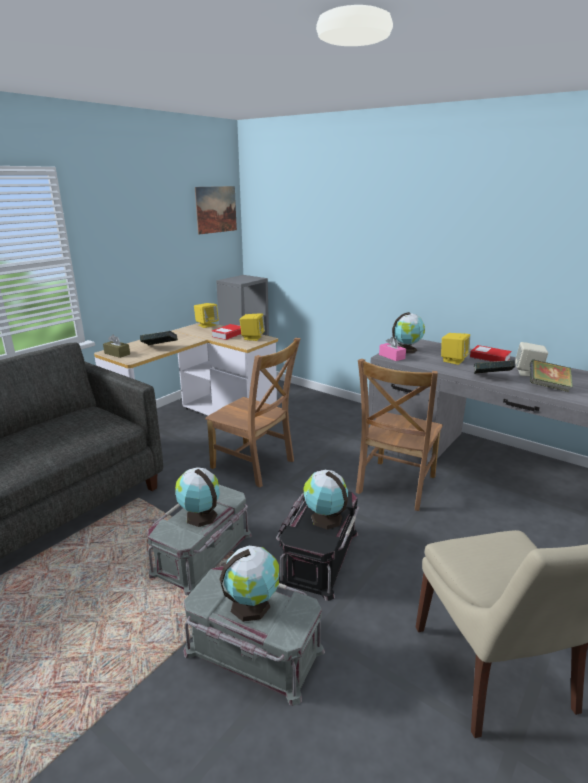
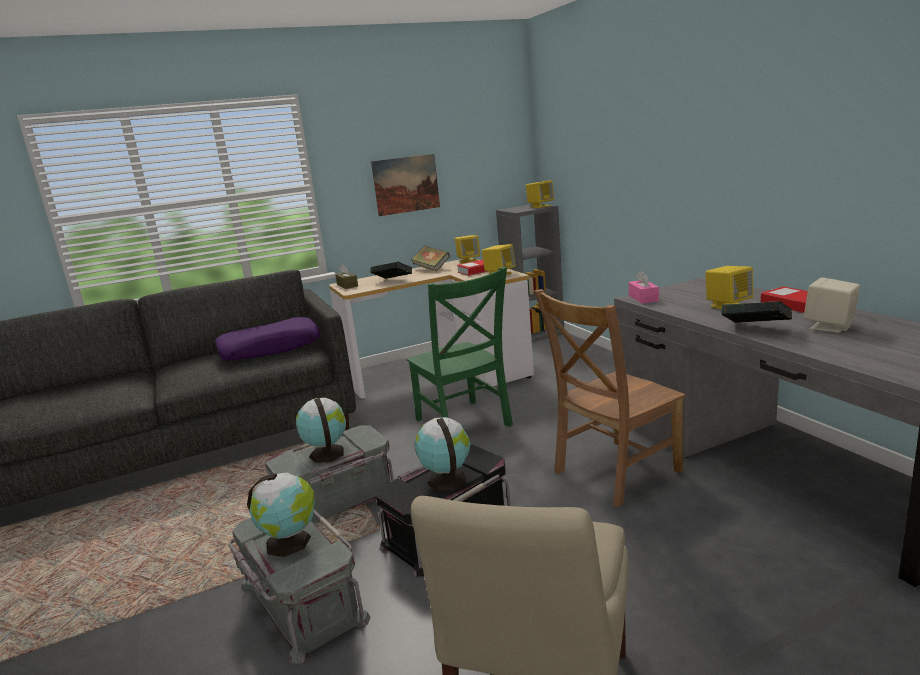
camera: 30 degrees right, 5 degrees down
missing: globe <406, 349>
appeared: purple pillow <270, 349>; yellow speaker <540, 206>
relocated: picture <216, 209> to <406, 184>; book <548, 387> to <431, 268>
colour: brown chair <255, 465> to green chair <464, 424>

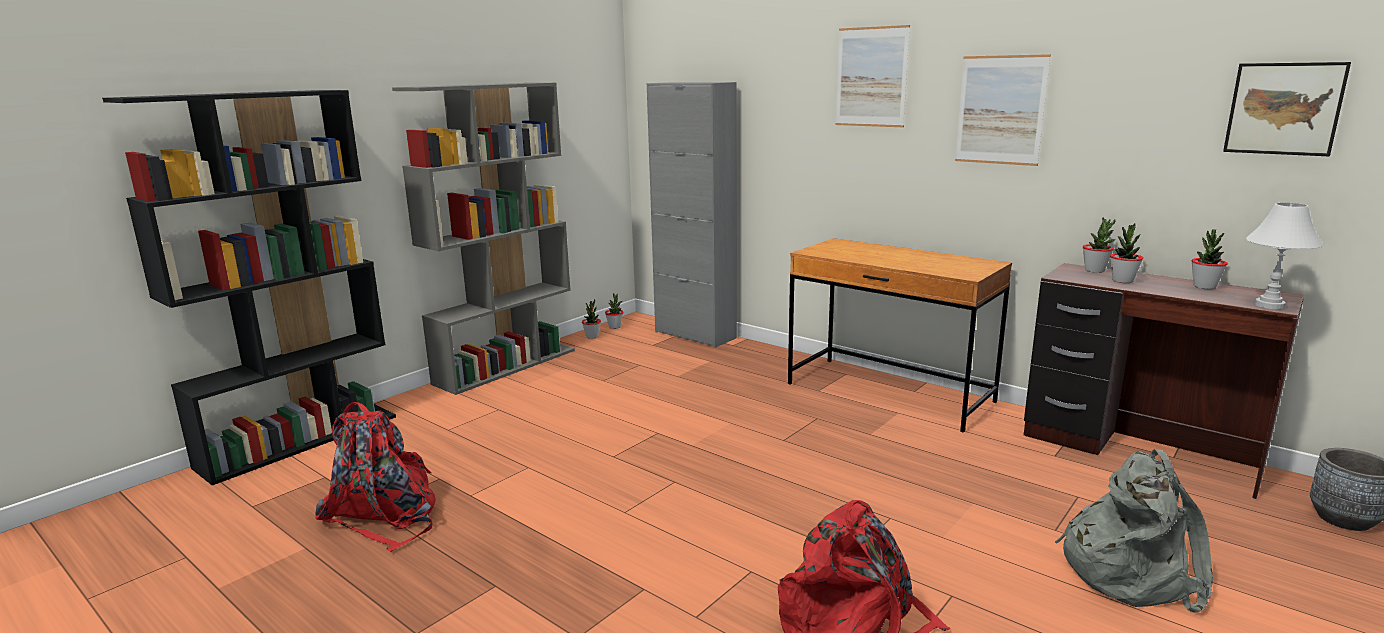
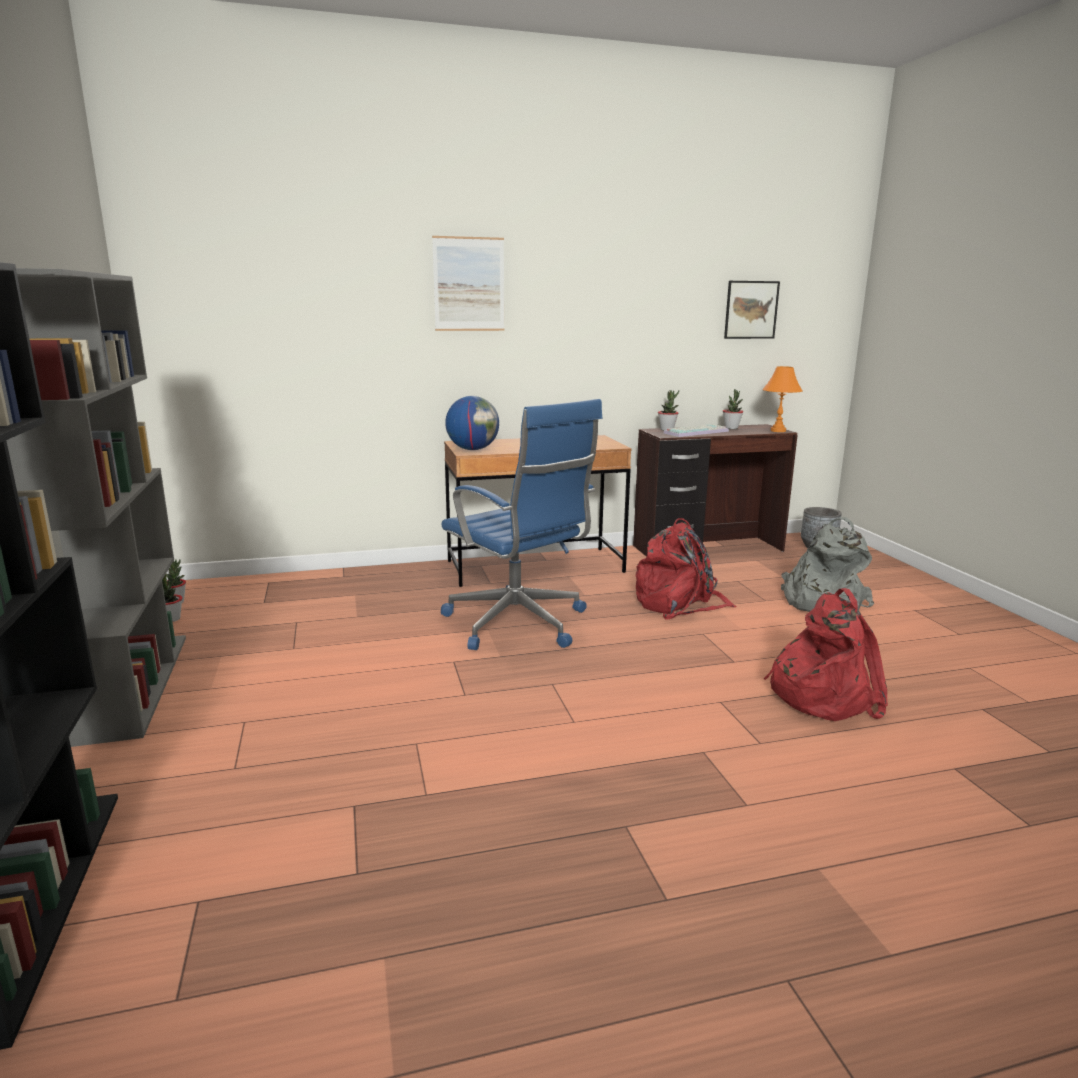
camera: 55 degrees left, 0 degrees up
missing: grey cabinet <695, 335>; picture <1000, 110>
appeared: blue office chair <518, 624>; globe <473, 449>
relocated: red backpack <385, 515> to <679, 604>
exchanged: potted plant <1122, 281> to keyboard <696, 432>
colour: white table lamp <1269, 305> to orange table lamp <778, 431>

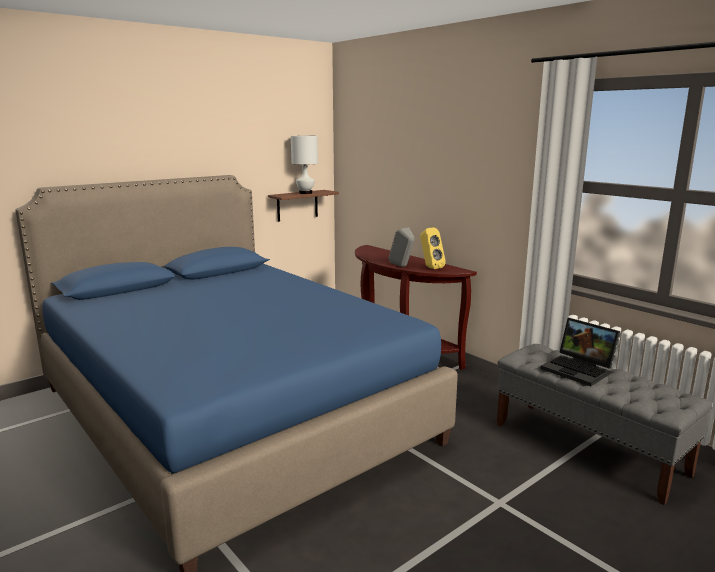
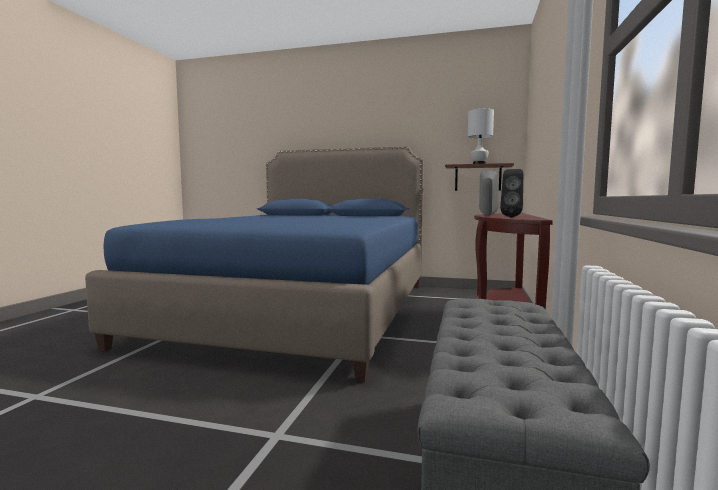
camera: 55 degrees right, 10 degrees down
missing: laptop <579, 370>
colour: yellow speaker <430, 268> to black speaker <511, 217>

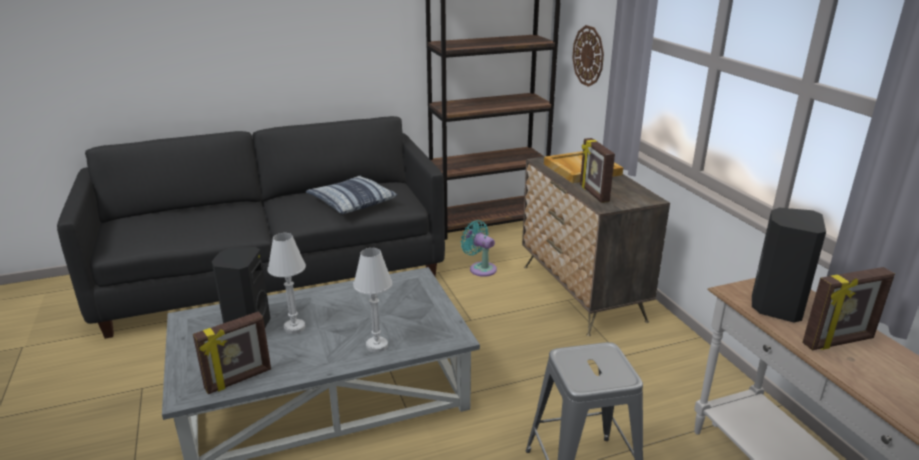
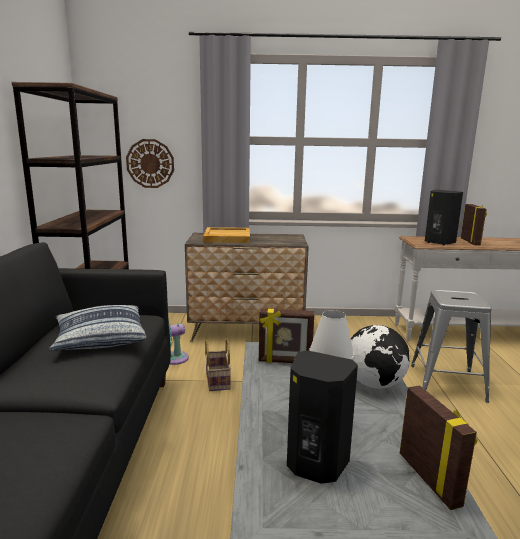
camera: 70 degrees left, 10 degrees down
appeared: basket <216, 380>
relocated: picture frame <593, 193> to <285, 361>
exchanged: white table lamp <377, 345> to globe <375, 384>

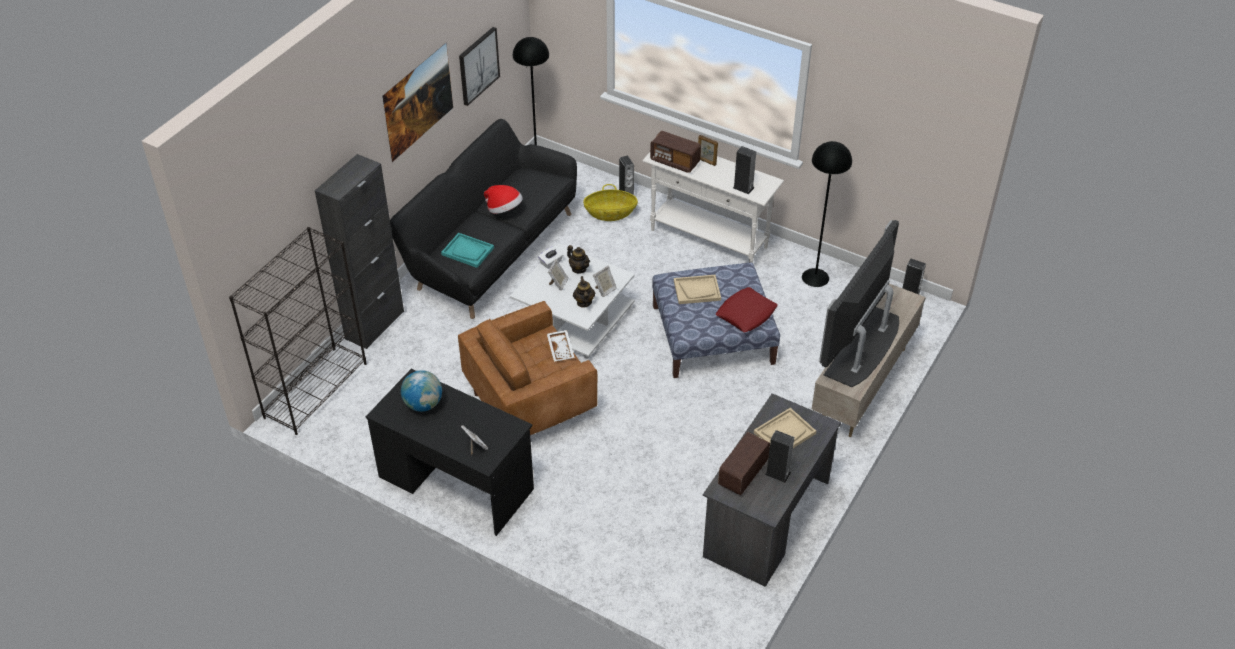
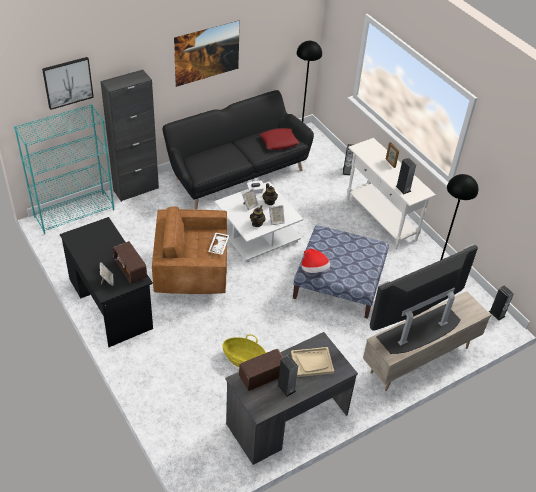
camera: 25 degrees right, 0 degrees up
missing: globe <423, 404>; turquoise tray <468, 251>; beige tray <697, 290>
relocated: picture <478, 65> to <68, 82>; hat <504, 209> to <314, 269>; basket <610, 213> to <244, 360>; radio <675, 162> to <130, 270>; red pillow <746, 314> to <279, 142>
colour: black bookcase <316, 389> to turquoise bookcase <75, 213>

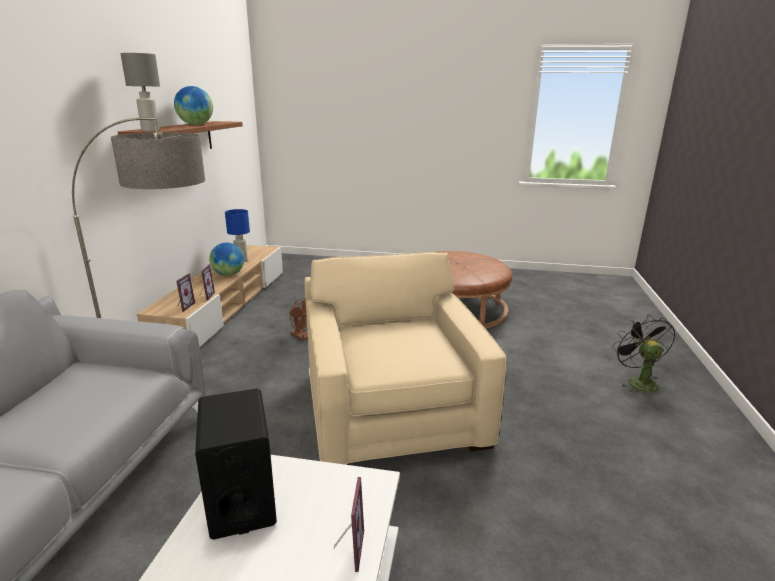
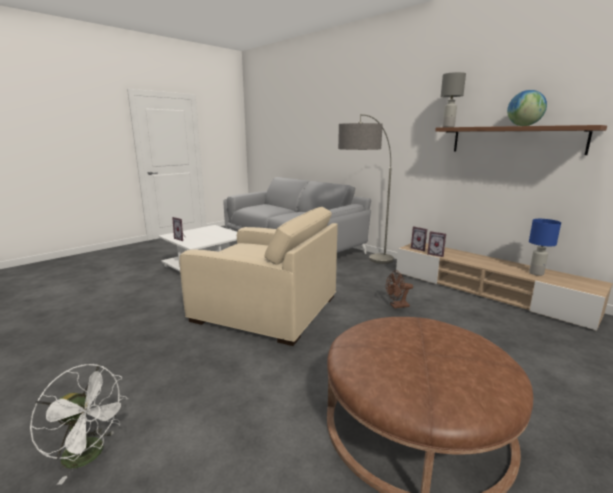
camera: 125 degrees right, 5 degrees down
missing: black speaker <241, 500>; globe <228, 274>
colour: black fan <637, 381> to white fan <90, 455>

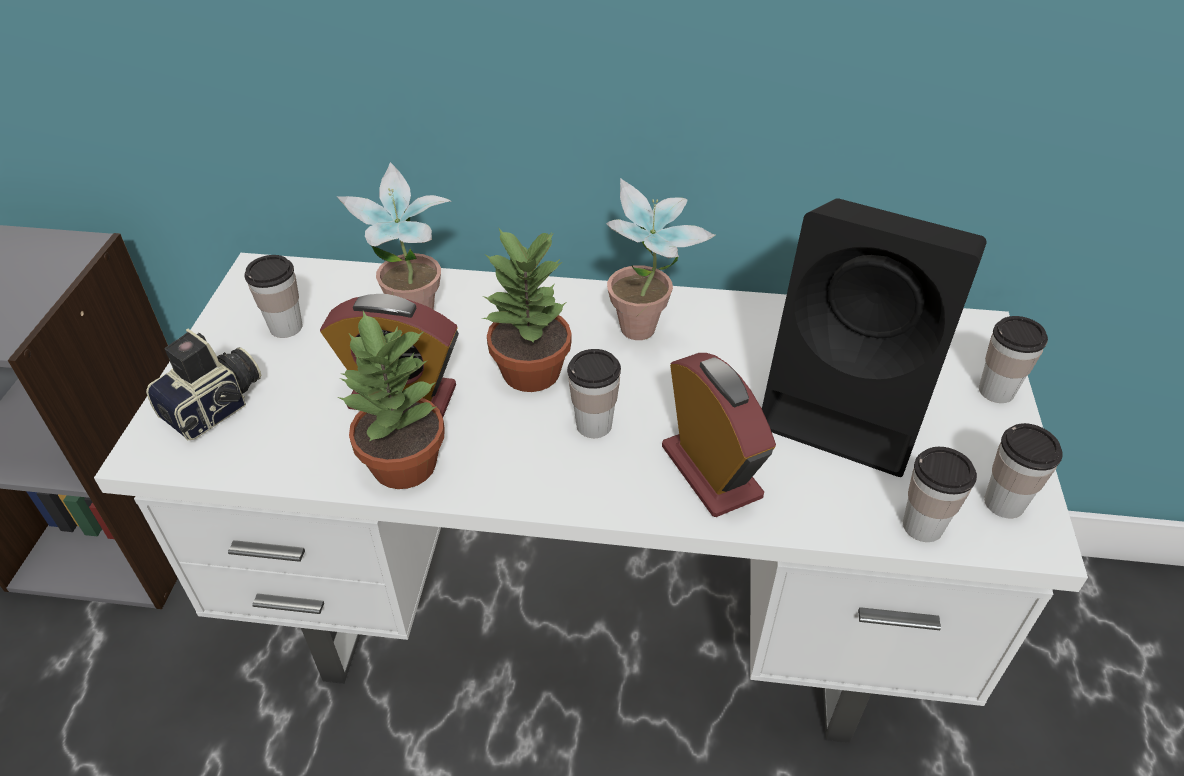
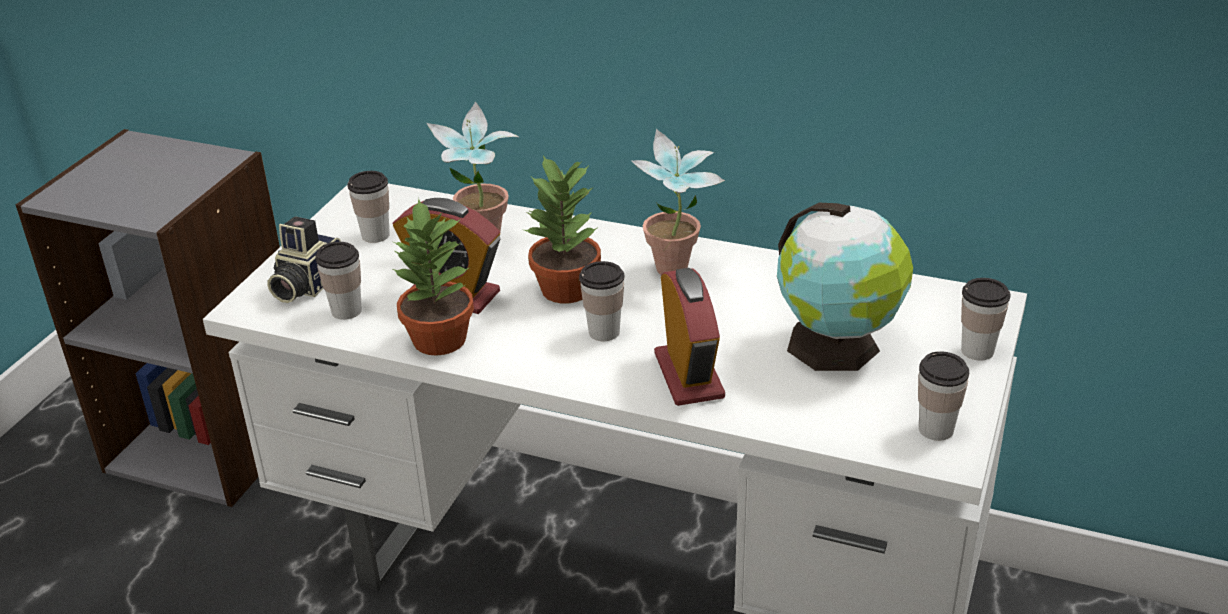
camera: 15 degrees right, 10 degrees down
relocated: cup <922, 526> to <346, 311>
exchanged: black speaker <853, 407> to globe <837, 346>
spun: photo camera <216, 408> = <305, 284> 150 degrees clockwise

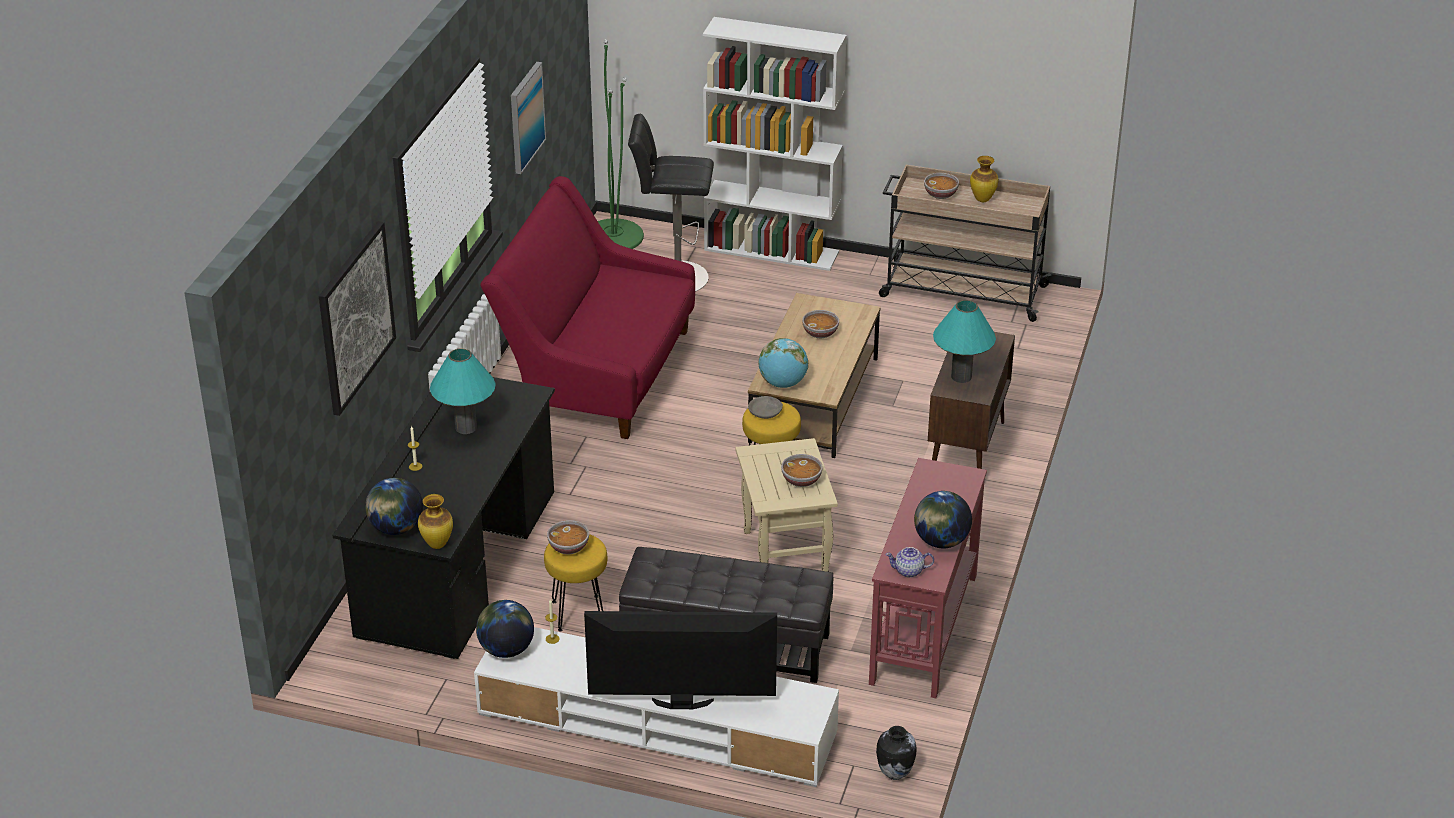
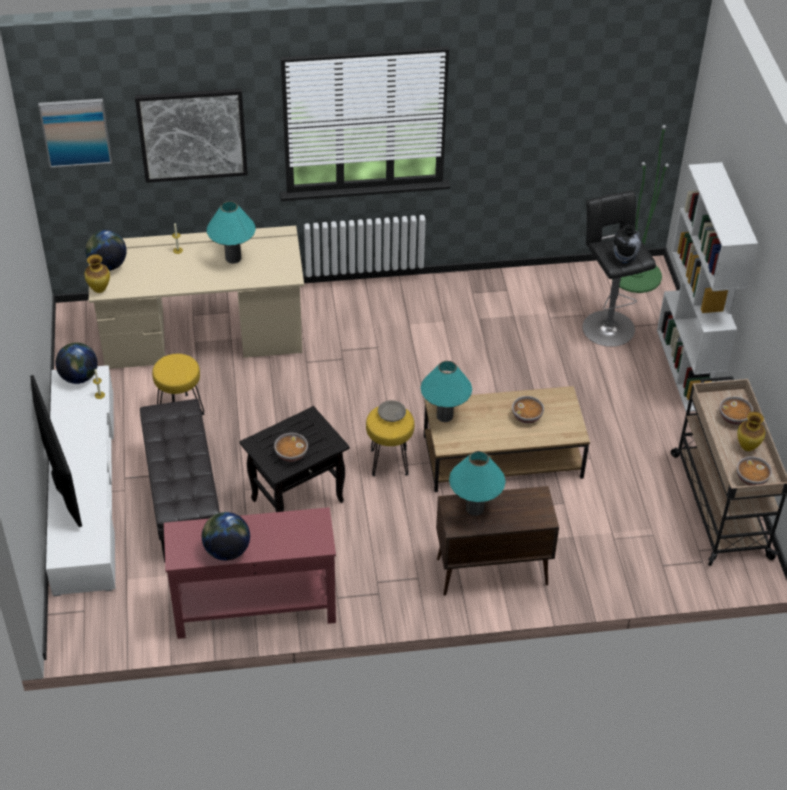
camera: 65 degrees right, 10 degrees up
missing: red sofa <598, 373>; teapot <909, 571>
relocated: picture <526, 117> to <75, 132>; bowl <569, 547> to <751, 479>; vase <894, 773> to <624, 259>
exchanged: globe <783, 383> to turquoise table lamp <444, 416>
colour: black desk <456, 563> to beige desk <202, 334>; beige side table <783, 556> to black side table <298, 499>

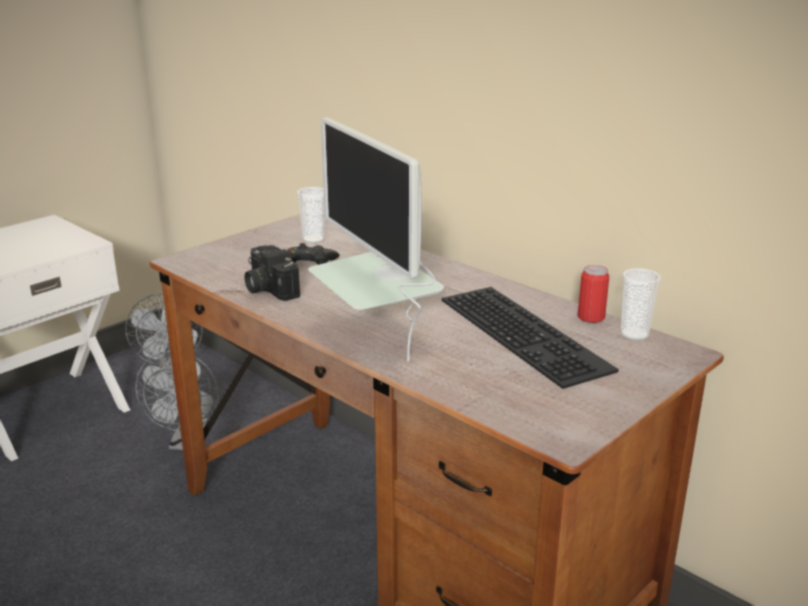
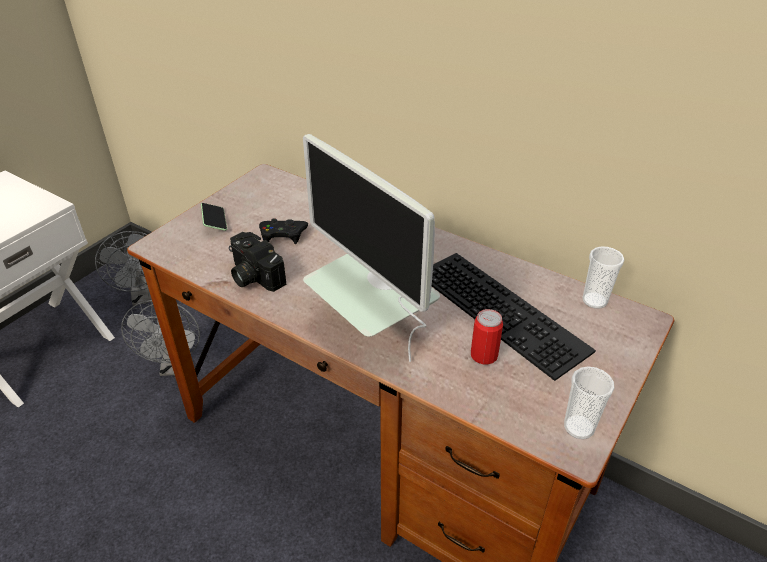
camera: 10 degrees left, 15 degrees up
appeared: phone <215, 222>
relocated: cup <313, 239> to <579, 427>; can <591, 317> to <484, 355>

